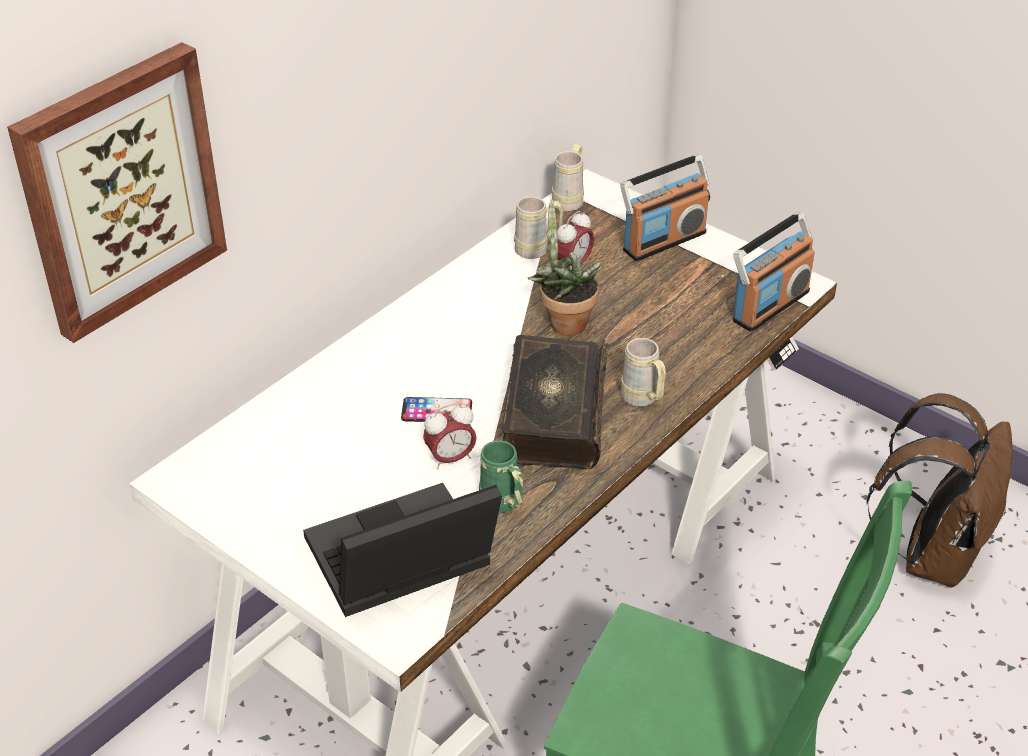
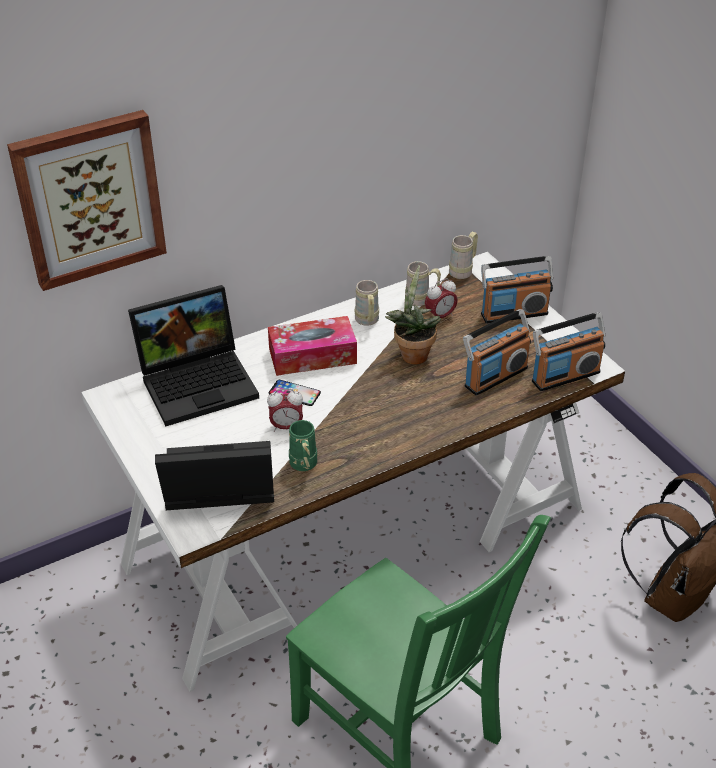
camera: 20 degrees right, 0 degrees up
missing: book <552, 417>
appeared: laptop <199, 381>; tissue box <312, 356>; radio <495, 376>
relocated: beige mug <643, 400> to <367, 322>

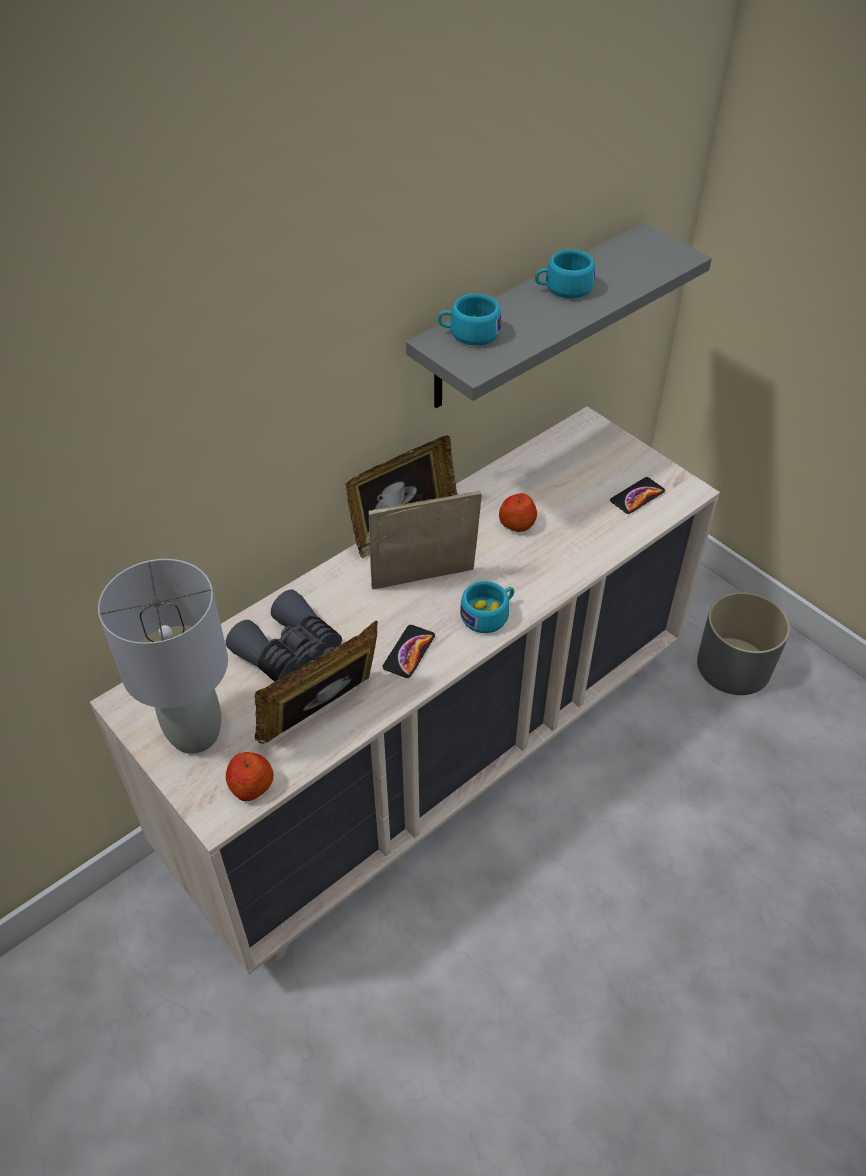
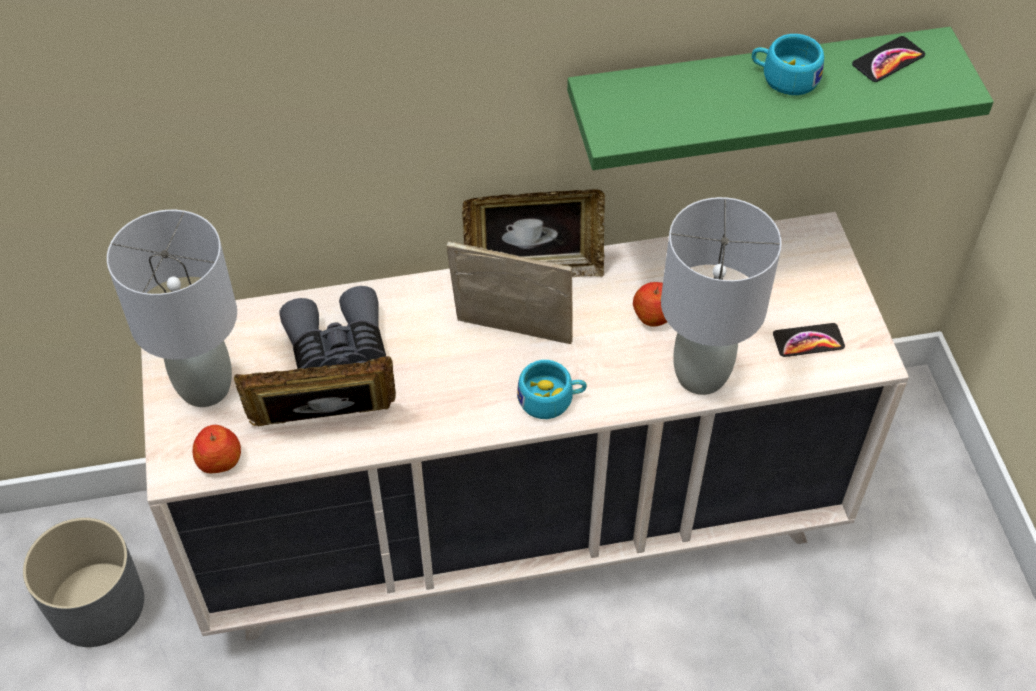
camera: 30 degrees right, 5 degrees up
missing: turquoise cup <469, 333>
appeared: grey table lamp <700, 374>
relocated: phone <409, 652> to <888, 60>; grey planter <734, 666> to <98, 605>
colour: grey shelf <529, 318> to green shelf <754, 93>

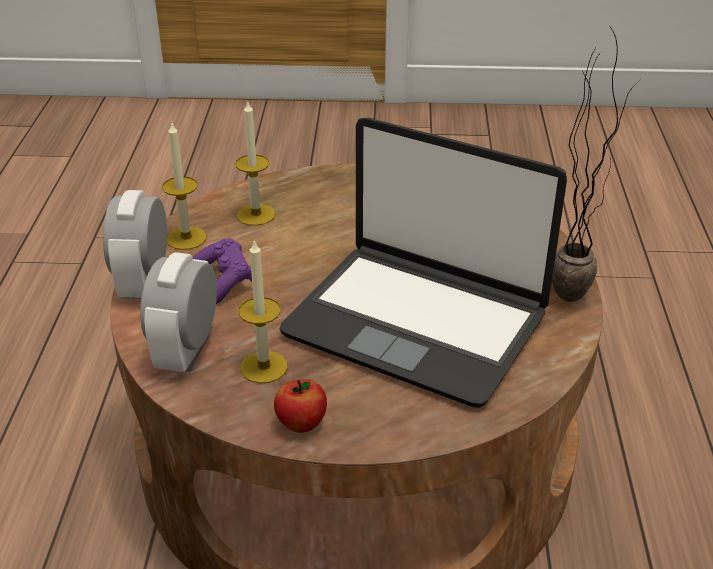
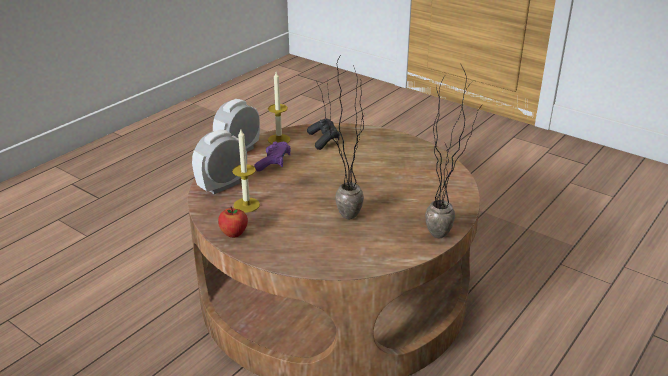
camera: 35 degrees right, 5 degrees down
exchanged: candle <256, 215> to black game controller <323, 140>; laptop <416, 323> to potted plant <340, 215>

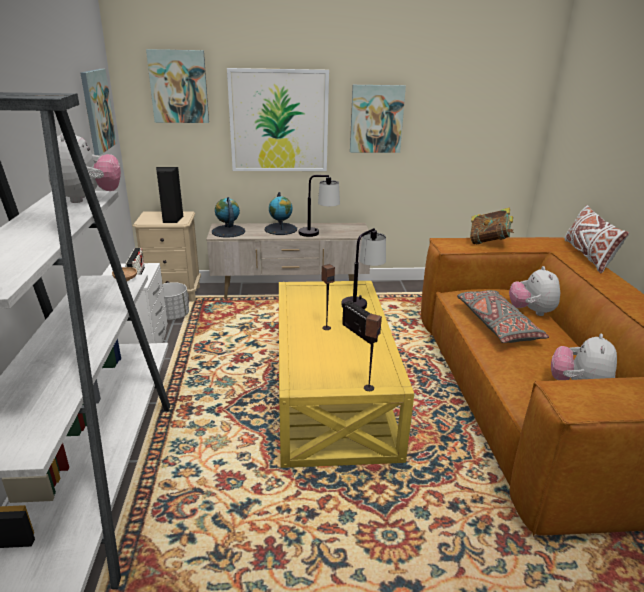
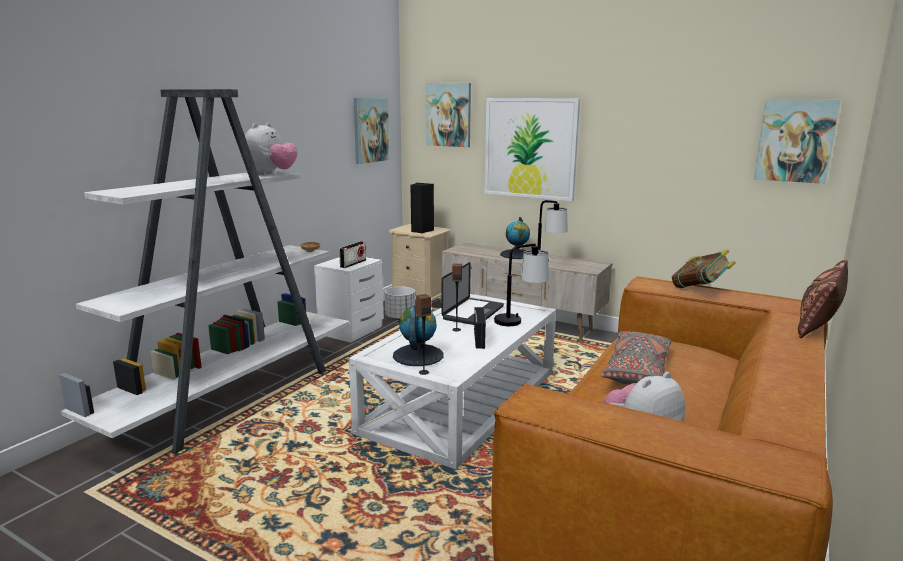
camera: 35 degrees right, 10 degrees down
missing: plush toy <531, 311>
appeared: laptop <473, 313>
relocated: globe <228, 231> to <418, 355>; picture <376, 119> to <795, 141>
colour: yellow coffee table <333, 389> to white coffee table <463, 400>; white pillow <588, 256> to brown pillow <819, 322>

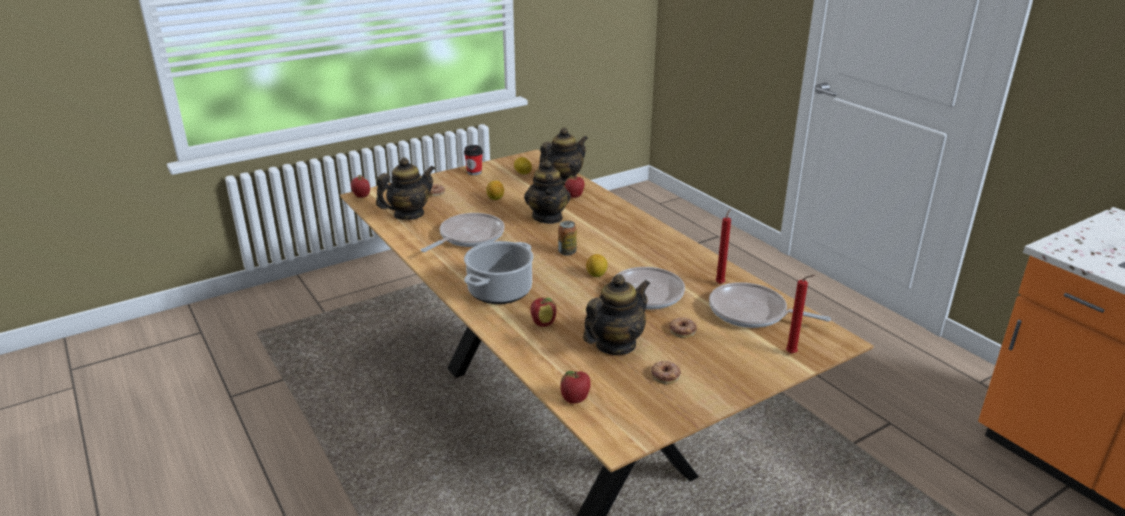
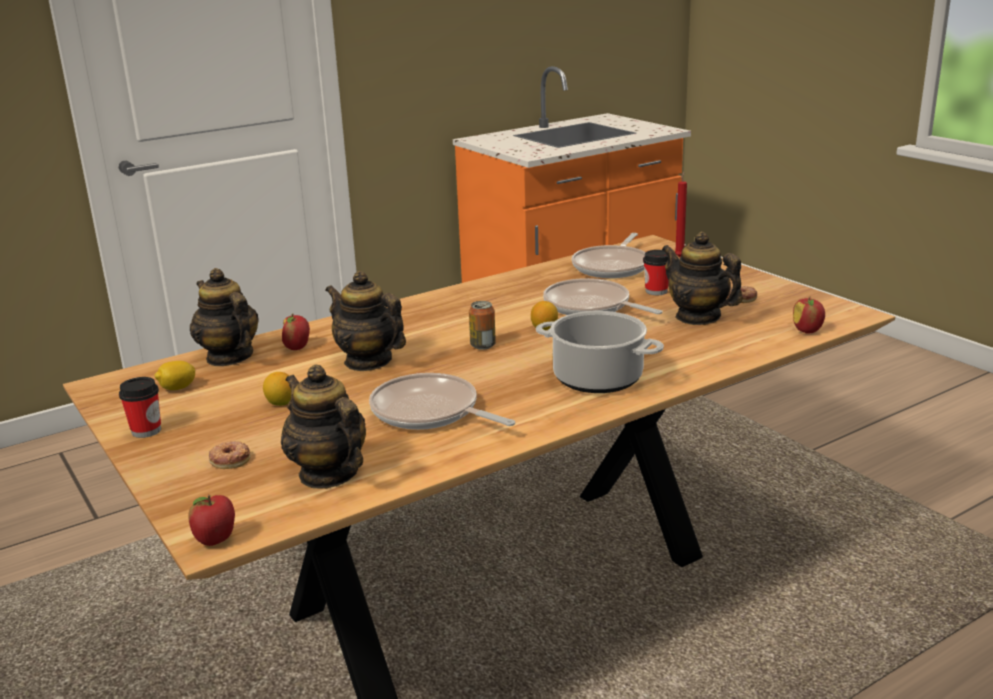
camera: 90 degrees left, 5 degrees down
missing: apple <543, 323>; red candle <720, 283>
exchanged: donut <682, 330> to cup <656, 291>
spun: teapot <548, 217> = <368, 361> 135 degrees counterclockwise

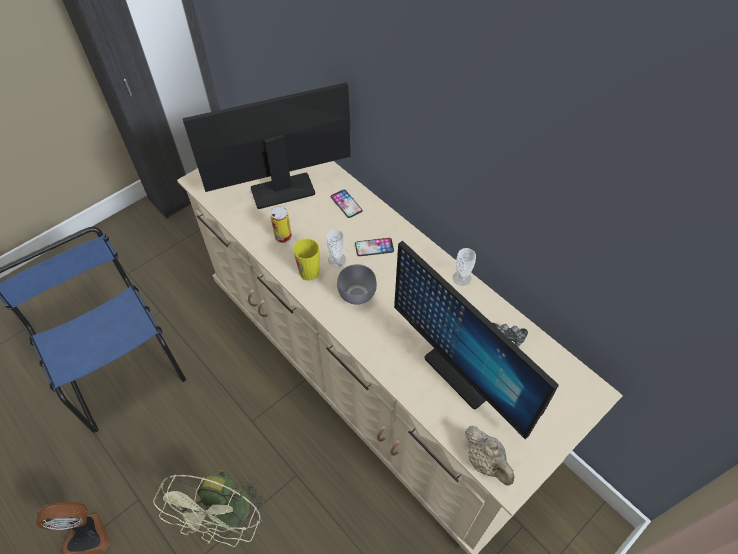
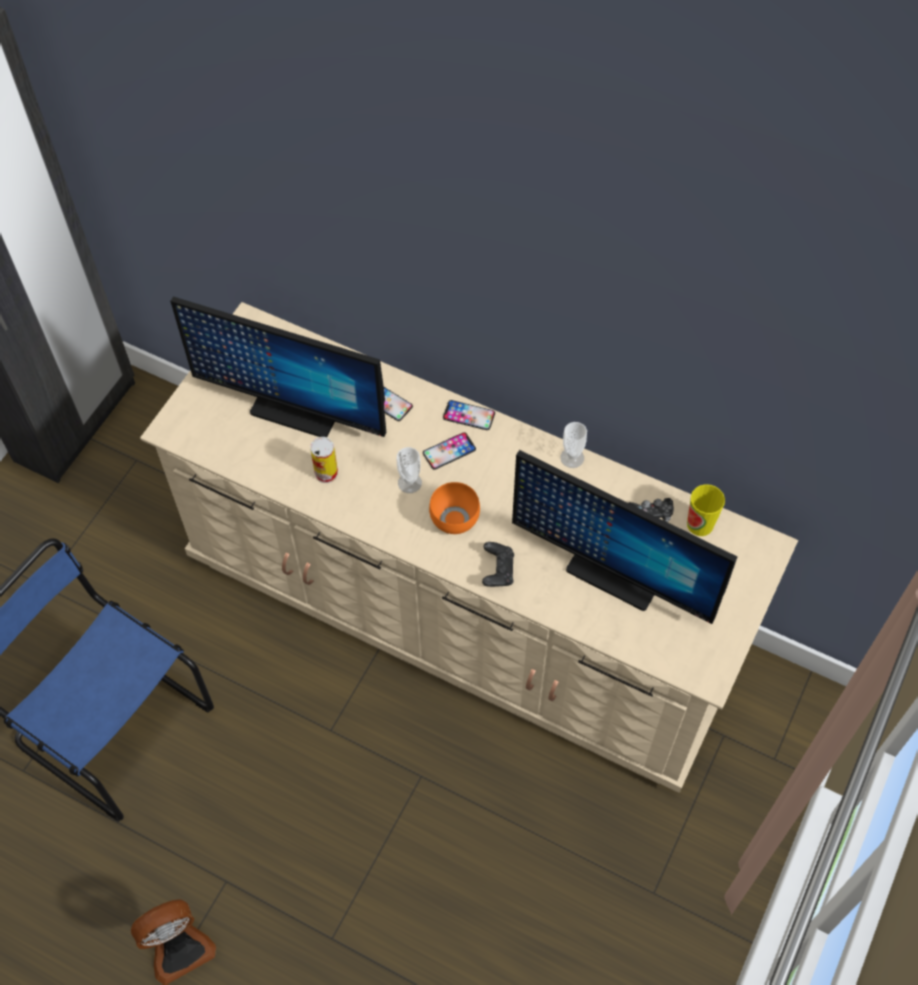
camera: 20 degrees left, 5 degrees up
missing: green fan <227, 519>; beige teapot <486, 462>
appeared: phone <469, 415>; black game controller <498, 570>
relocated: cup <309, 272> to <700, 524>
colour: grey bowl <358, 295> to orange bowl <456, 520>
spun: monitor <283, 191> = <295, 409> 120 degrees counterclockwise

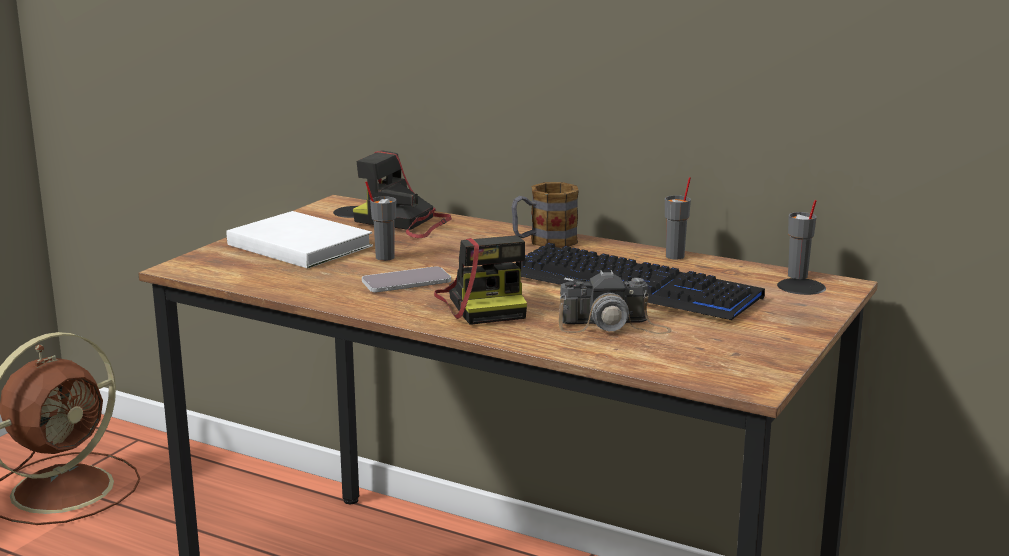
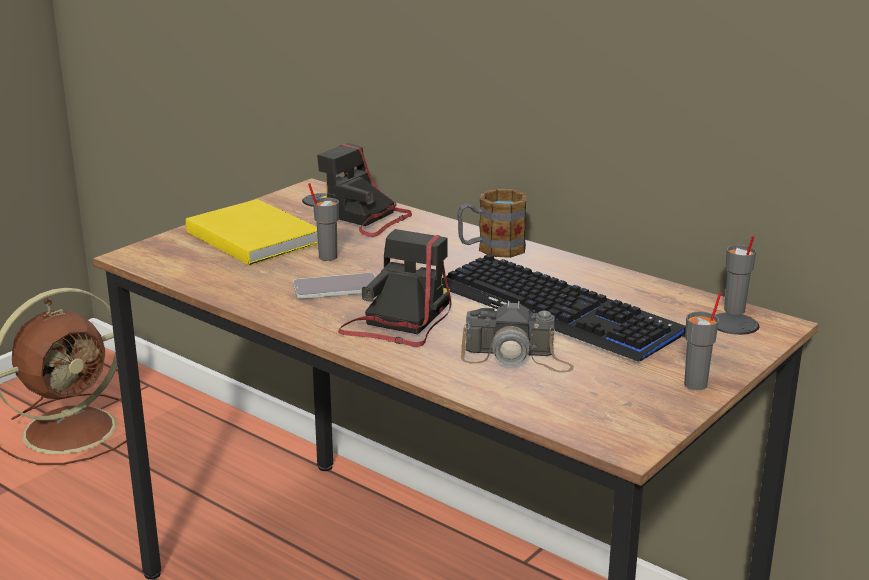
camera: 10 degrees right, 5 degrees up
relocated: grey cup <675, 256> to <696, 384>
colour: white book <299, 244> to yellow book <253, 236>
spun: photo camera <484, 304> = <400, 321> 150 degrees counterclockwise

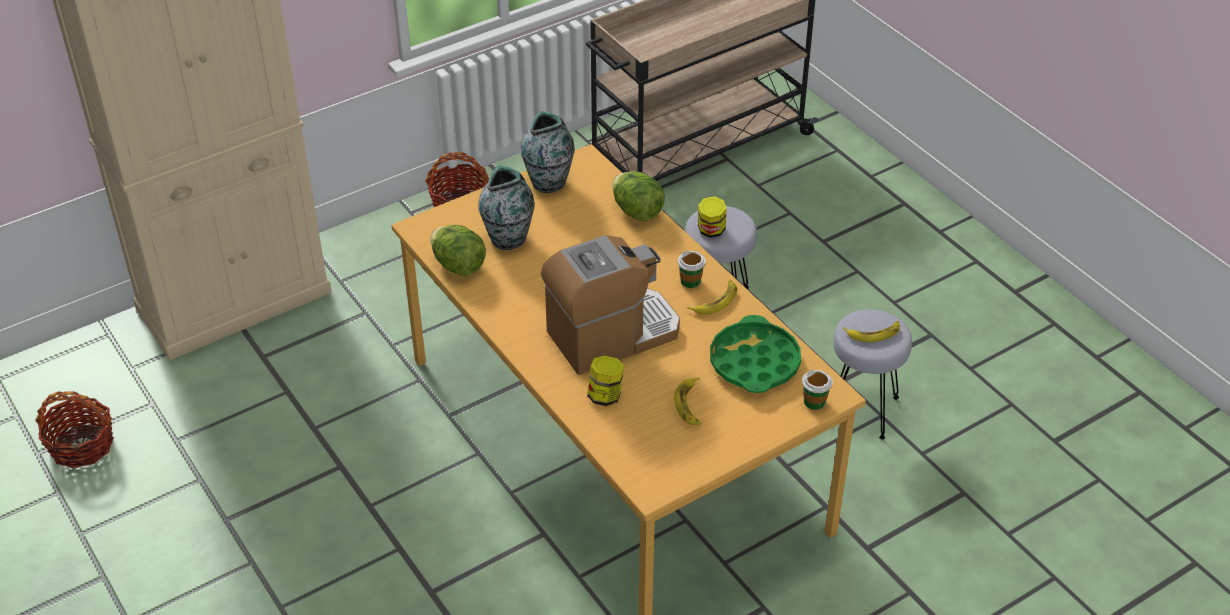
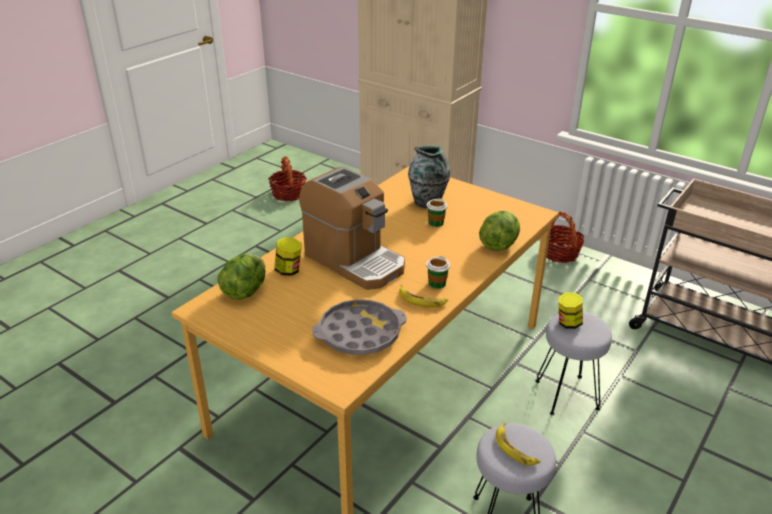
camera: 70 degrees right, 10 degrees down
missing: vase <549, 182>; banana <690, 405>
relocated: lettuce <458, 265> to <245, 291>; cup <814, 402> to <436, 223>
colour: green tray <754, 362> to grey tray <359, 333>

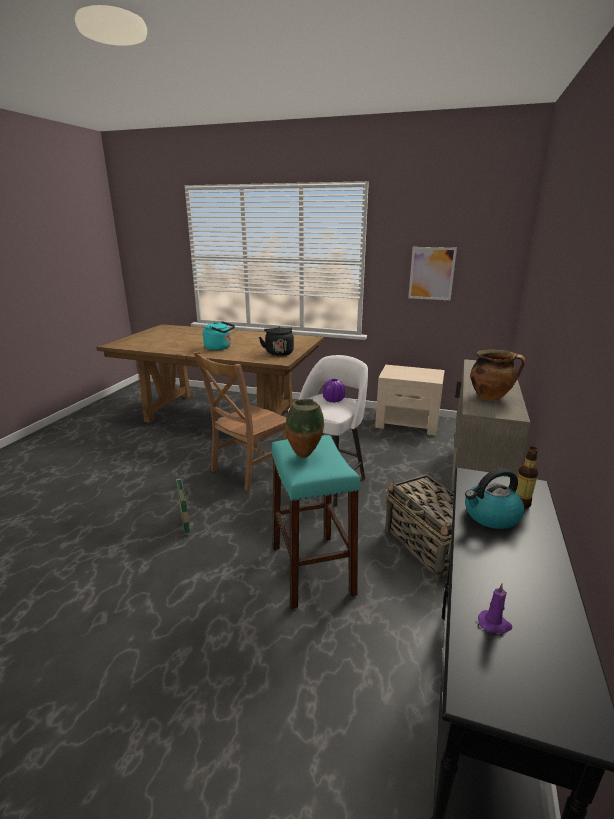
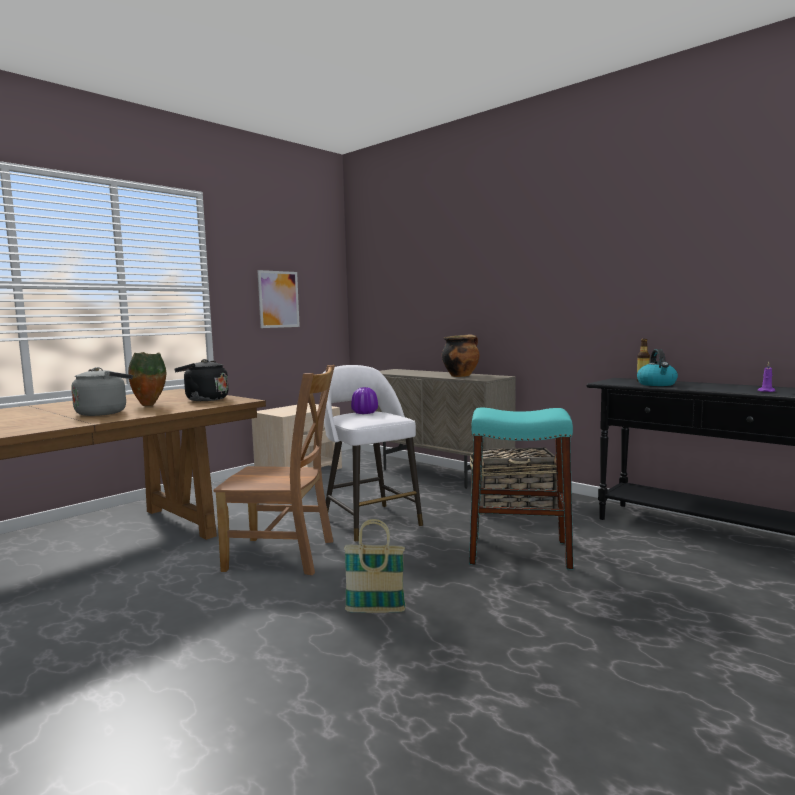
camera: 65 degrees left, 15 degrees down
relocated: vase <305, 456> to <150, 405>
colour: turquoise kettle <220, 348> to grey kettle <104, 413>
spun: brown chair <248, 470> = <285, 556> 60 degrees counterclockwise

